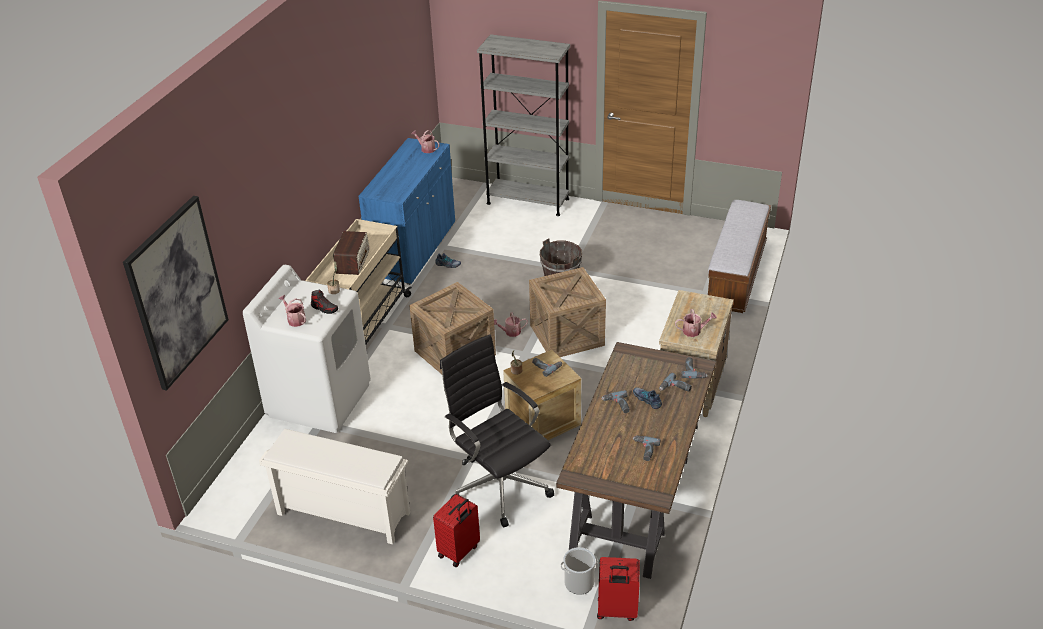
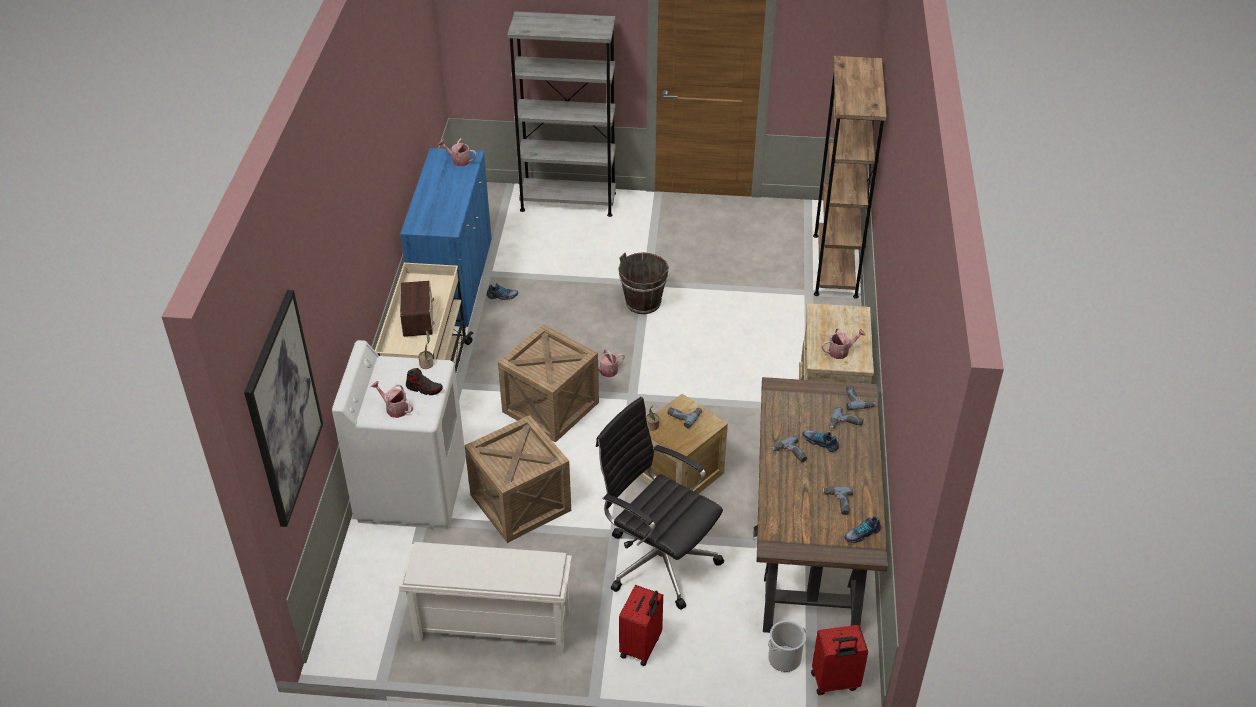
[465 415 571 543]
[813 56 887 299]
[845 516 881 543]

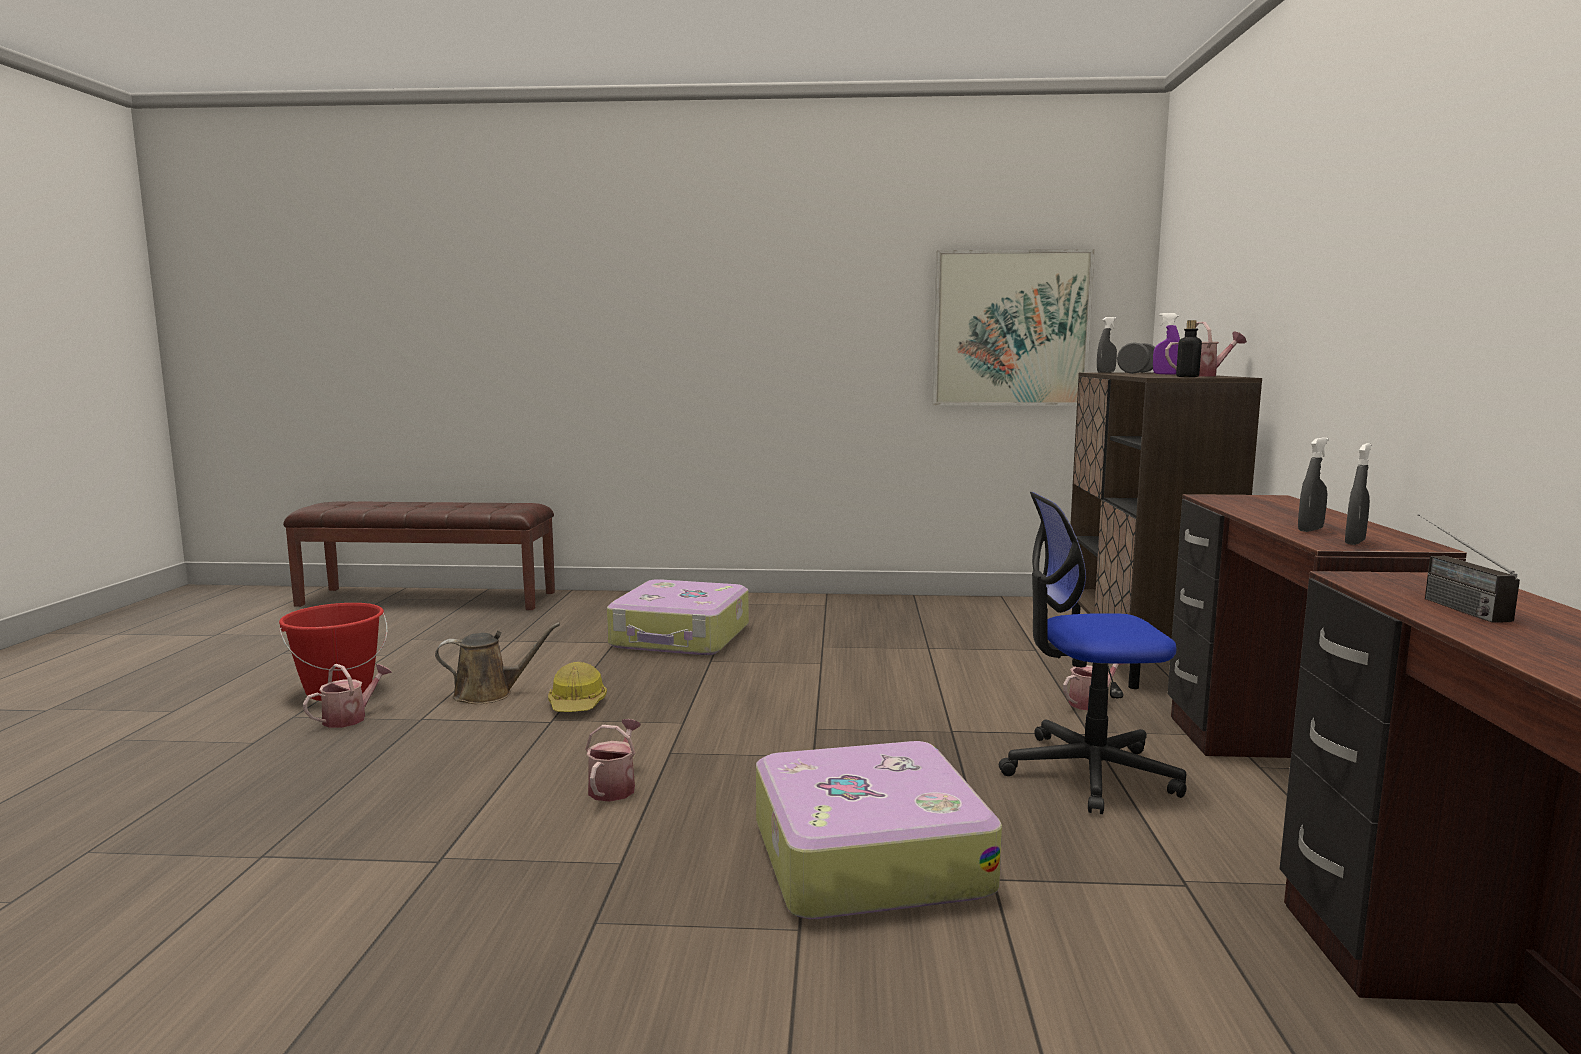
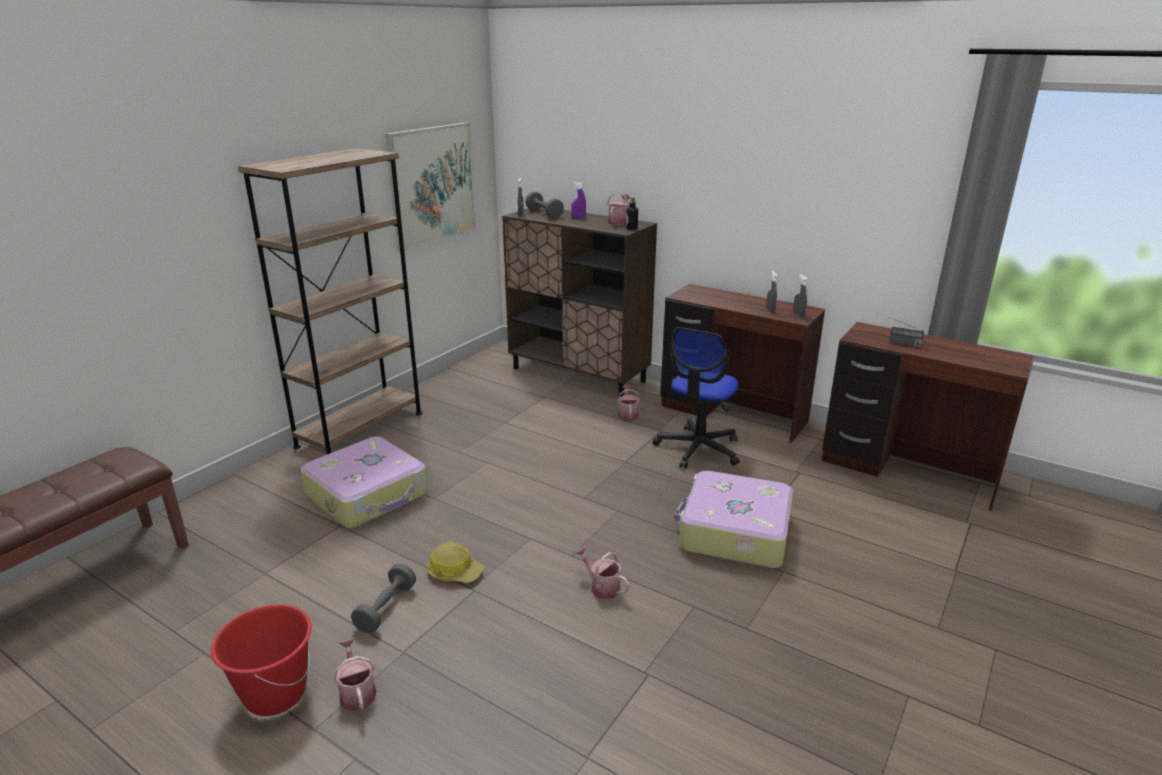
[238 148 422 455]
[351 563 416 633]

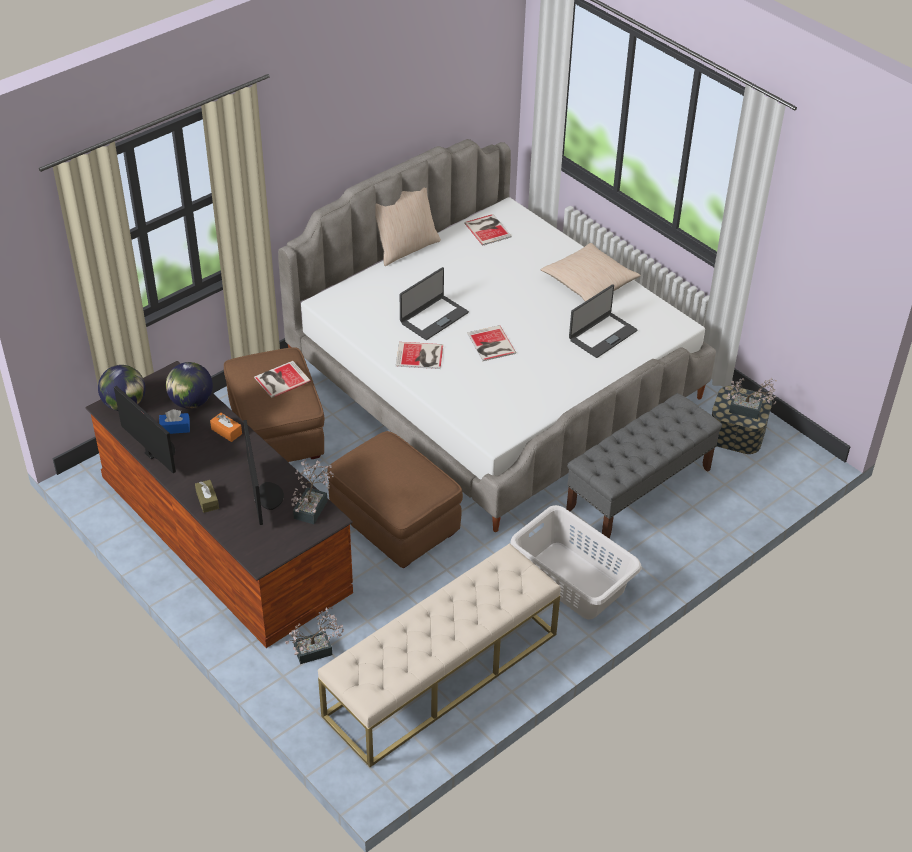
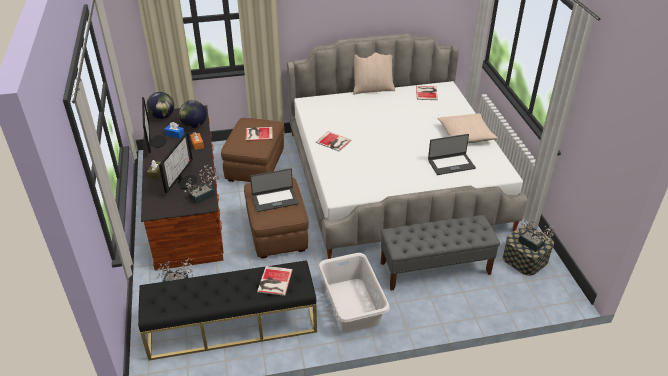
[138 260 317 361]
[250 168 299 212]
[257 266 293 296]

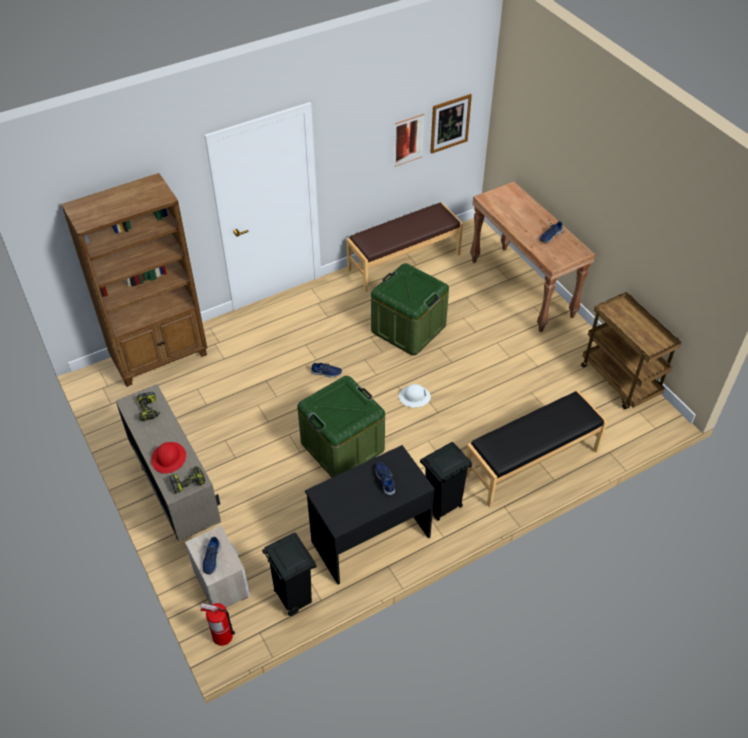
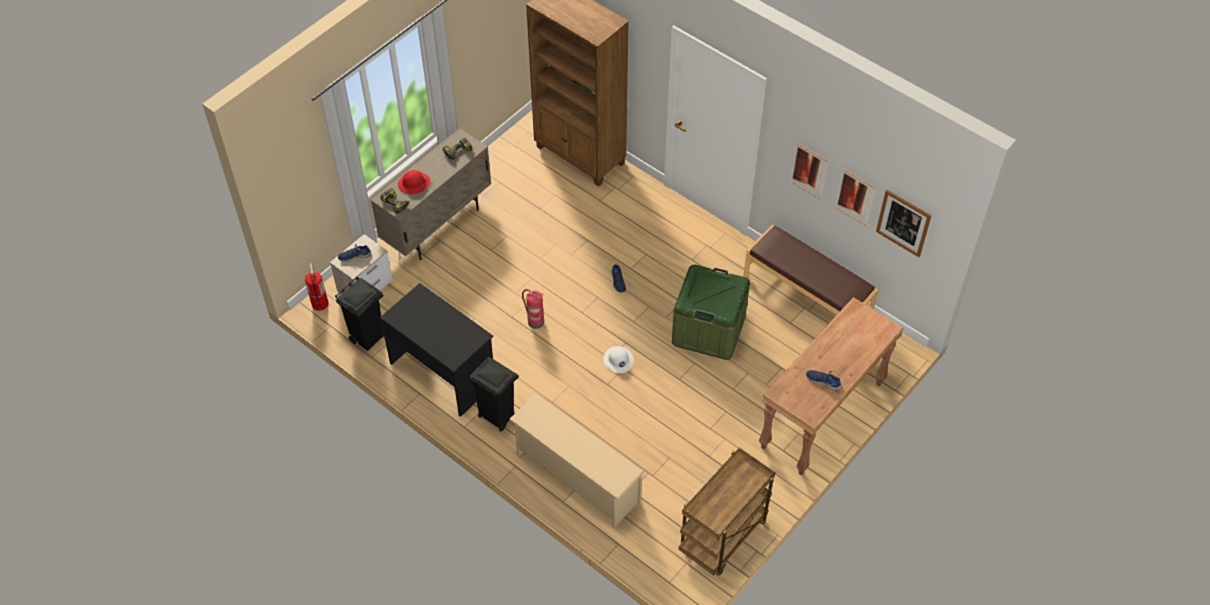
[509 393 645 528]
[522 289 544 329]
[791 143 828 199]
[376 462 395 496] (first image)

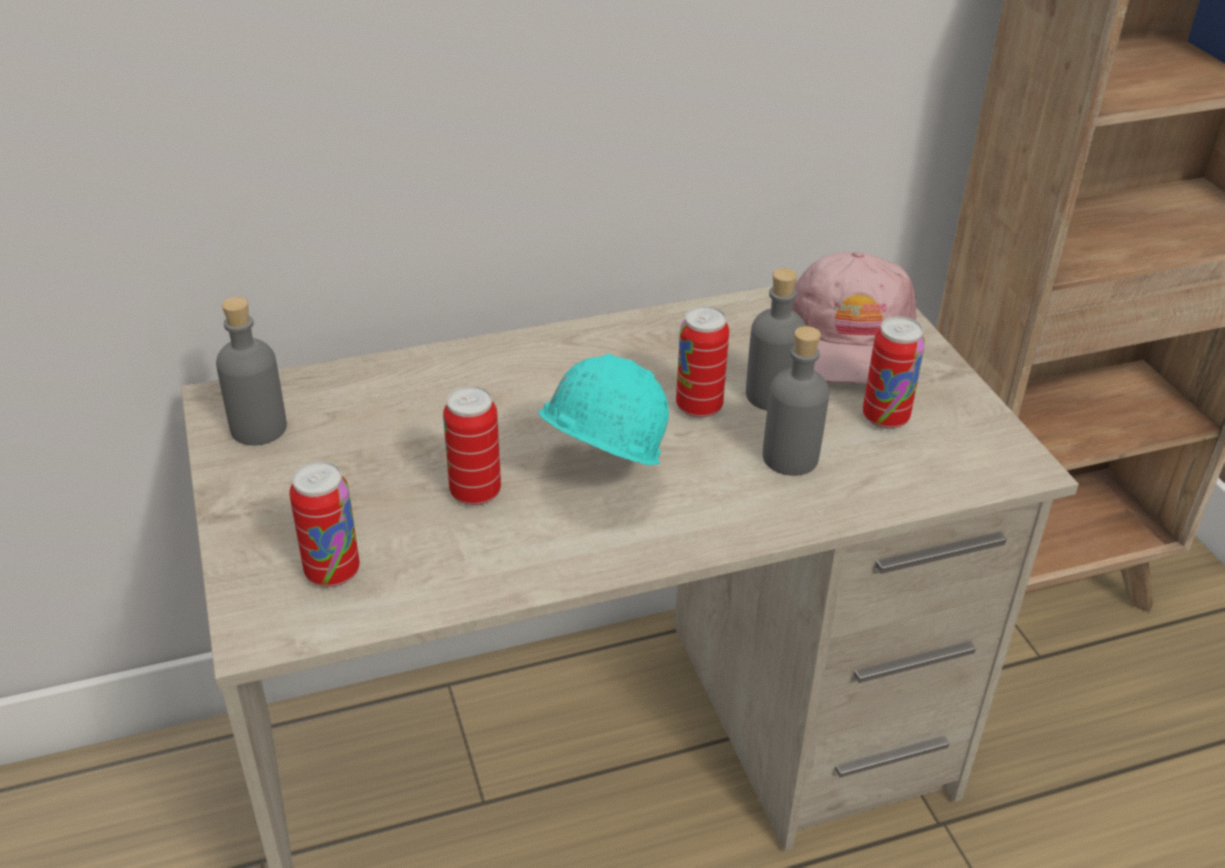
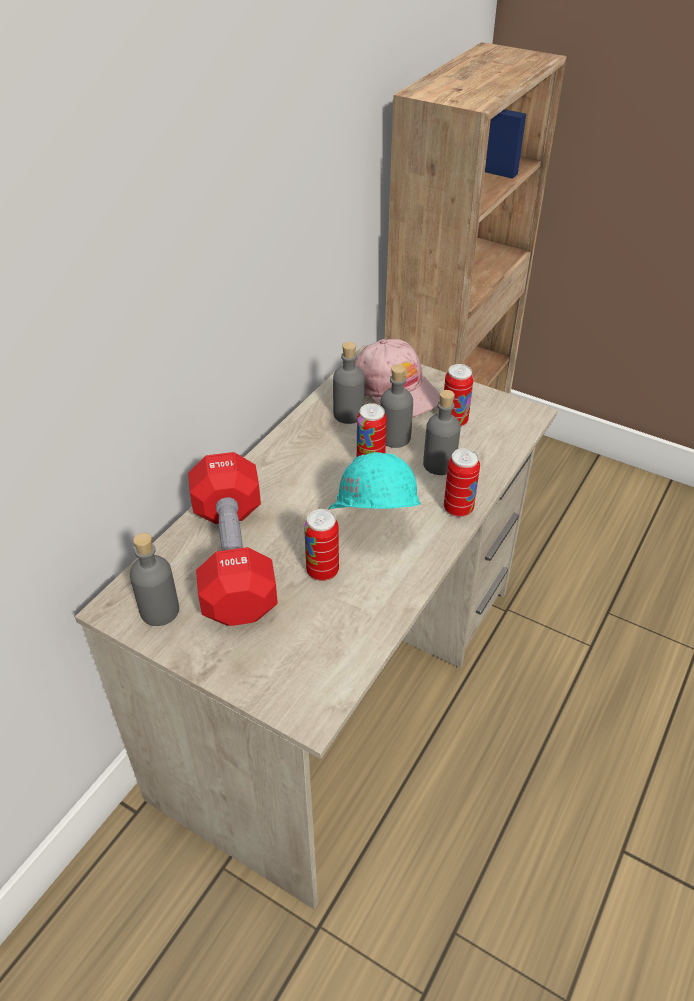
[188 452 278 626]
[333 342 365 424]
[444 448 480 517]

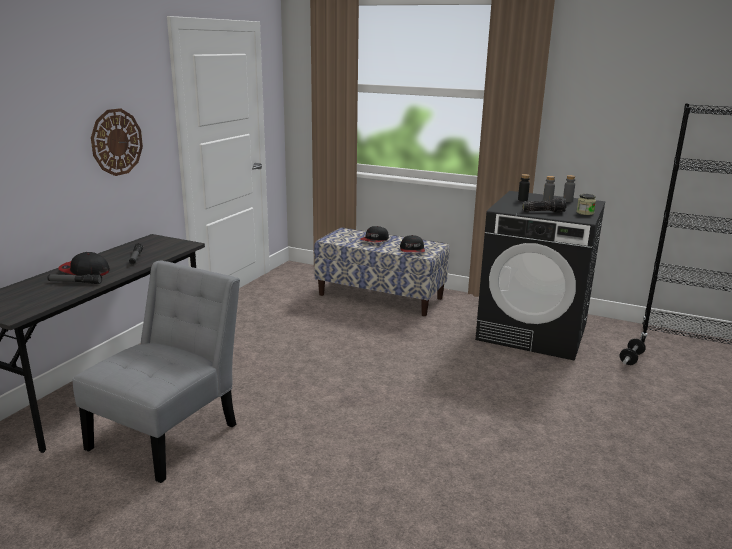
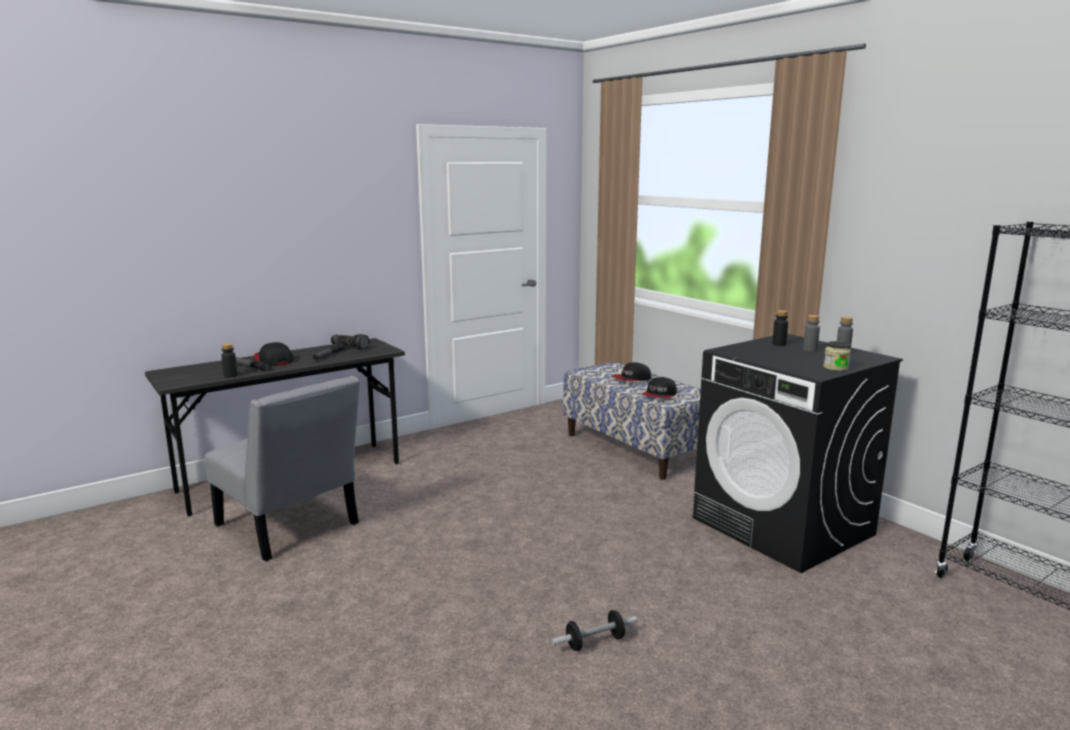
[205 376 360 561]
[222 343 237 378]
[331 334 370 350]
[552 610 637 651]
[91 108 143 176] (first image)

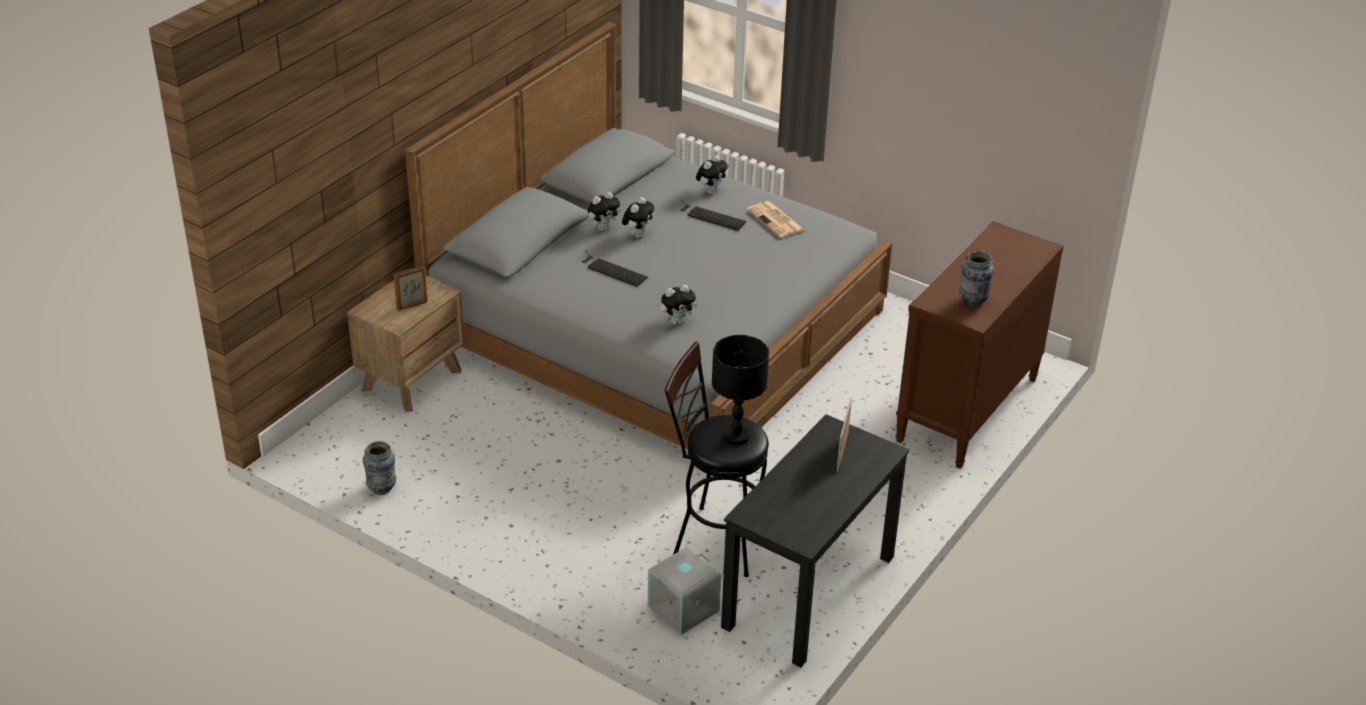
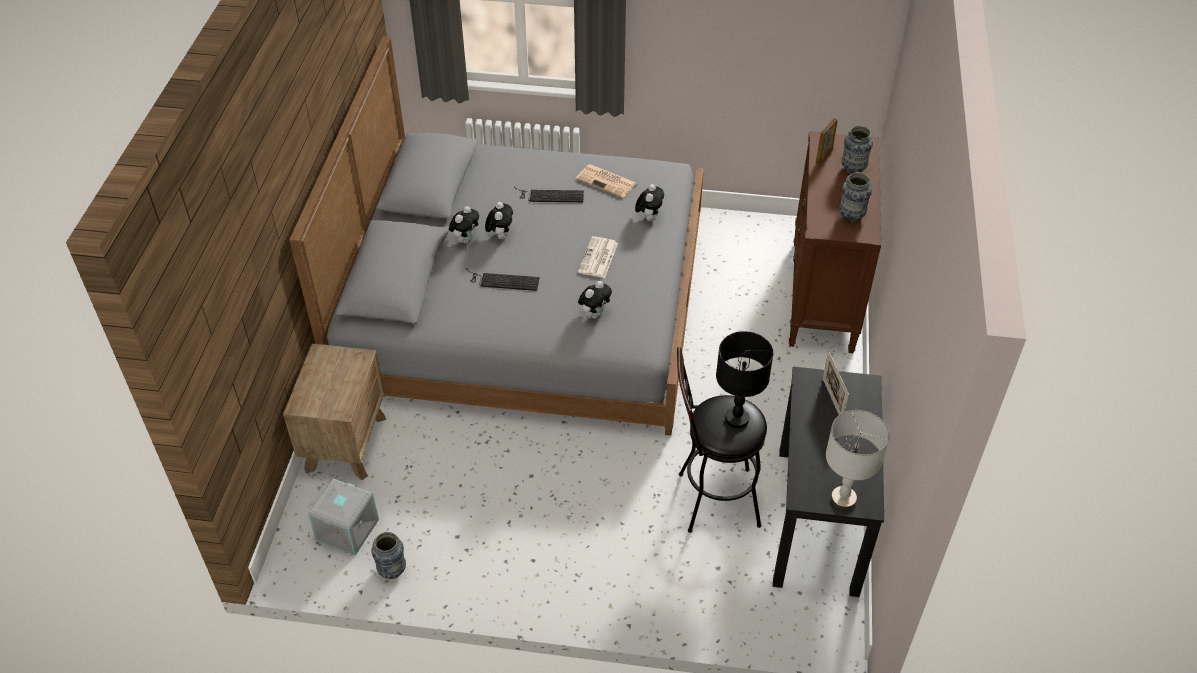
[308 478 379 555]
[578 236 618 278]
[635 184 664 221]
[815 118 838 165]
[826 410 890 510]
[842 126 873 174]

